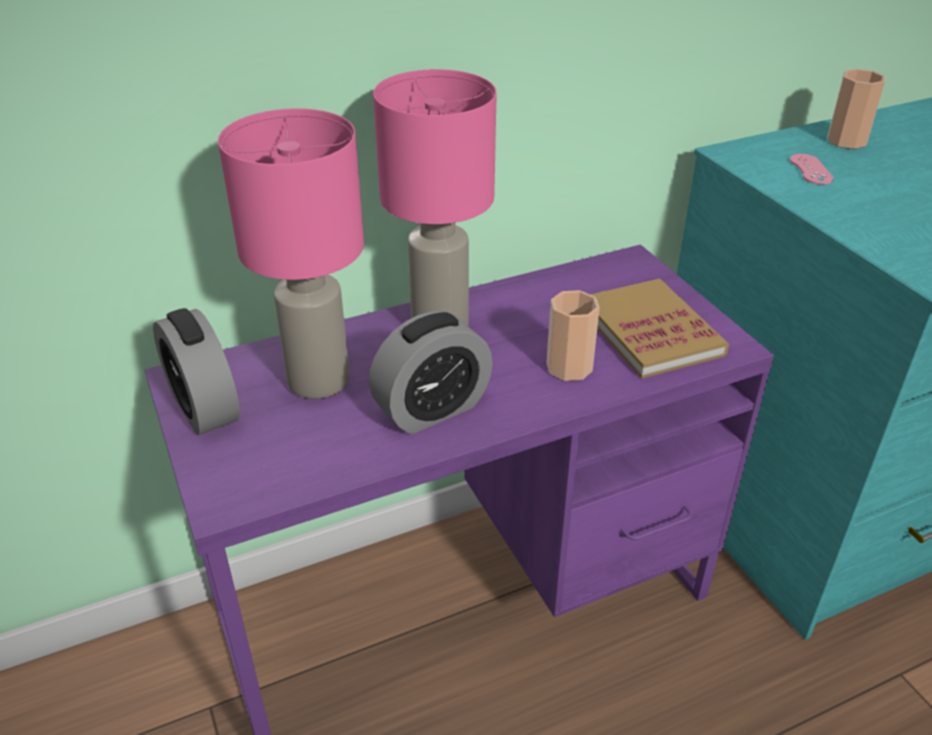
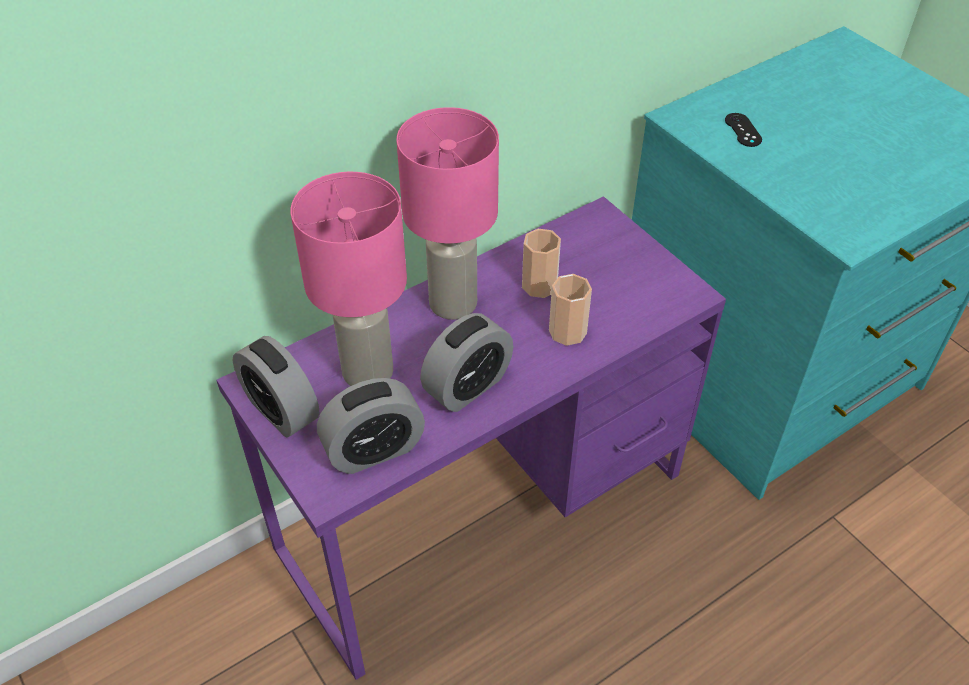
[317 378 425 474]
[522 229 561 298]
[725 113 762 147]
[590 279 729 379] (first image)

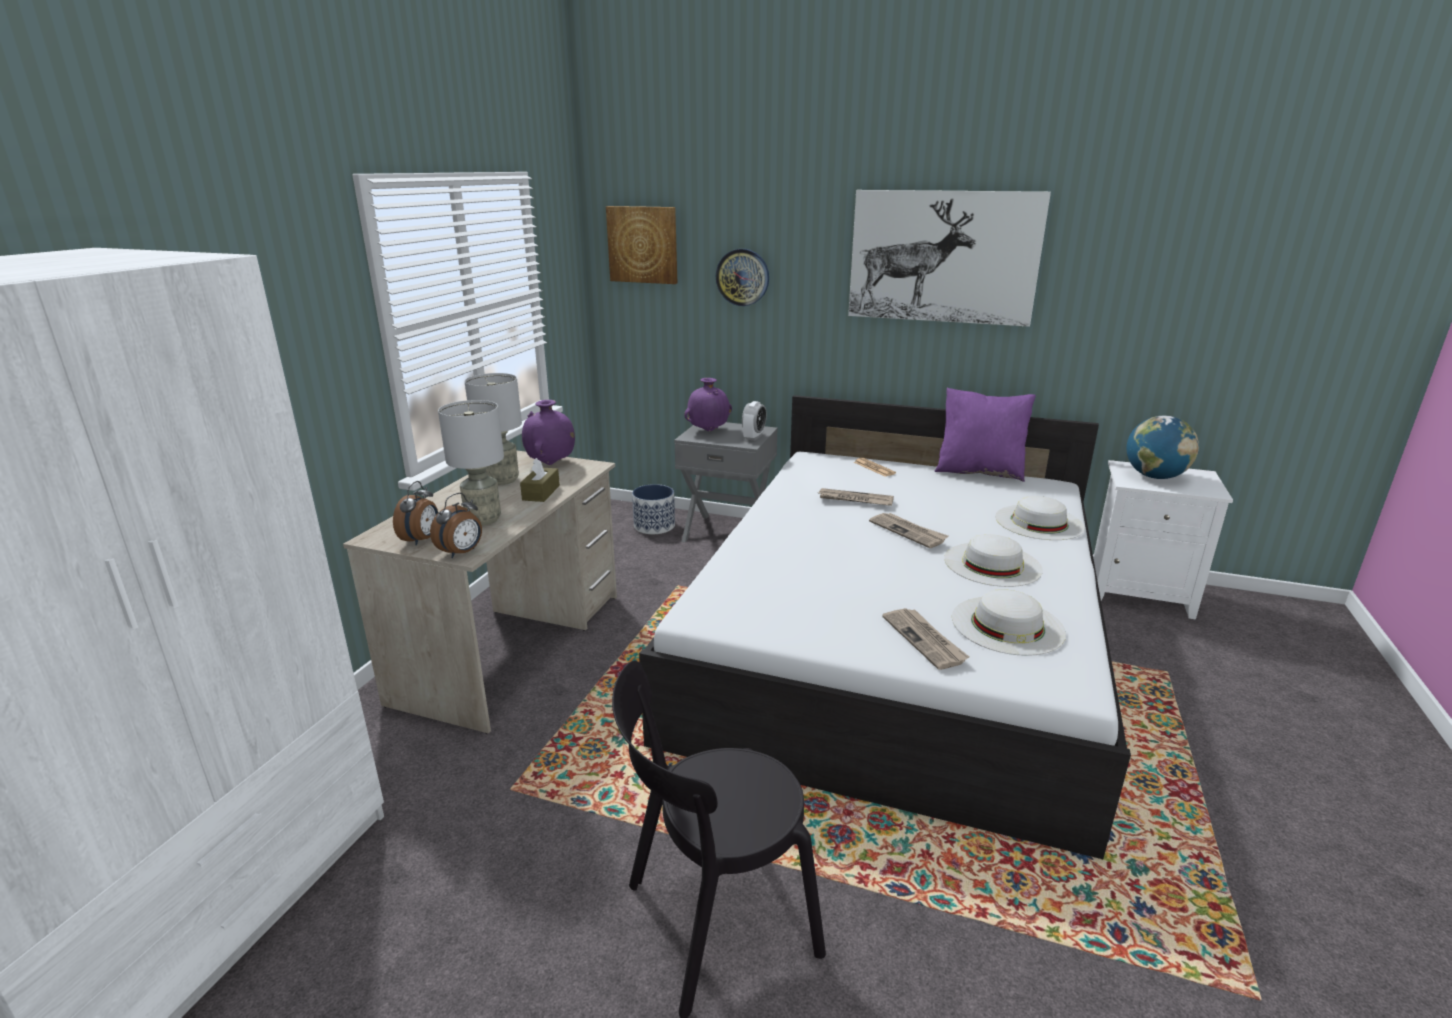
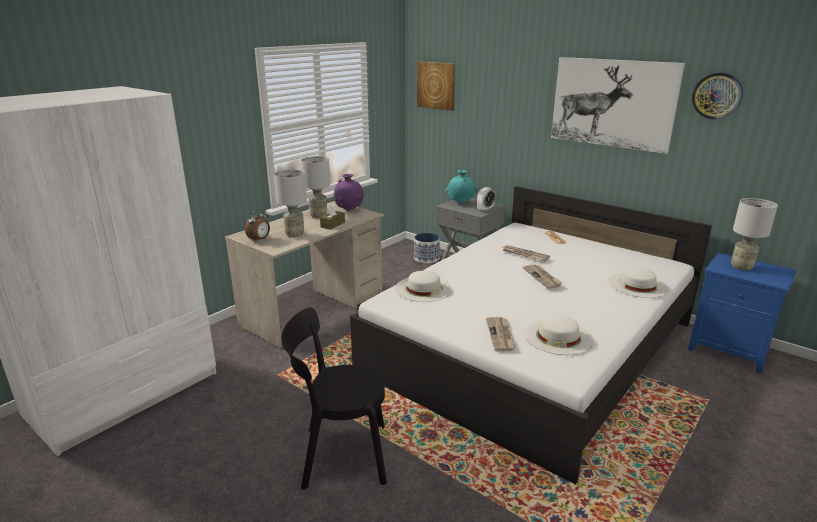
[395 271 453 302]
[445 170 477 204]
[688 253 797 374]
[692 72 743 119]
[731 198 778 271]
[430 493 482 558] (first image)
[934 387 1036 482] (first image)

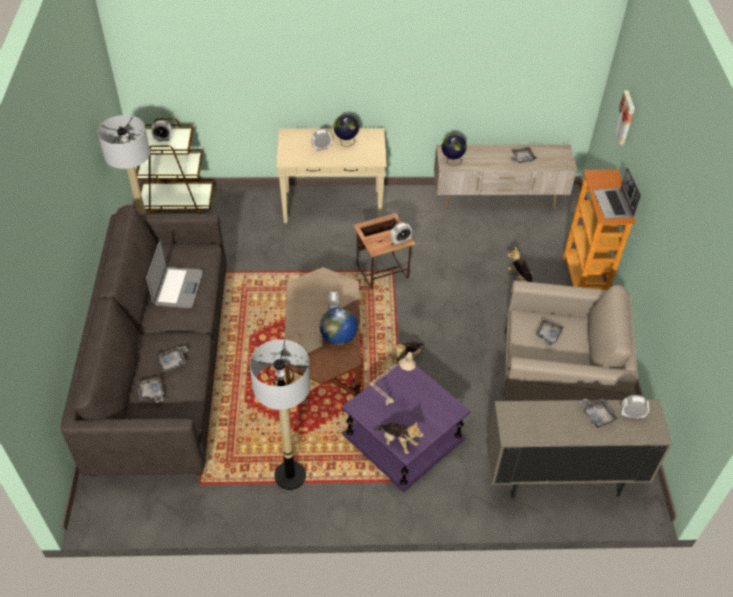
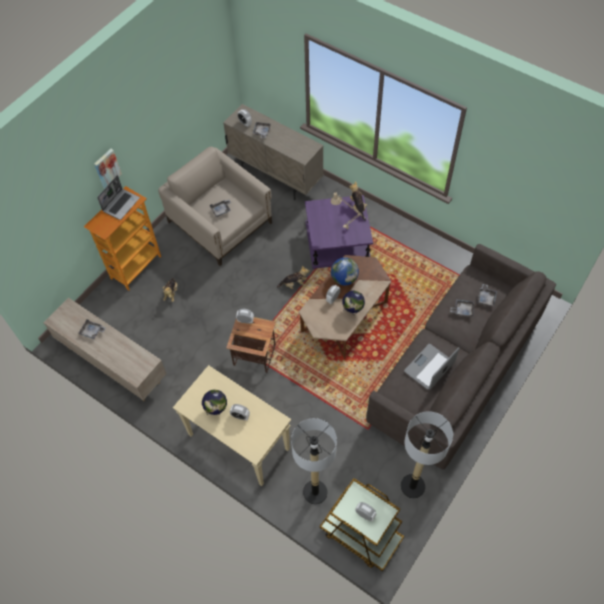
[94 149 122 189]
[291 418 337 505]
[342 291 365 314]

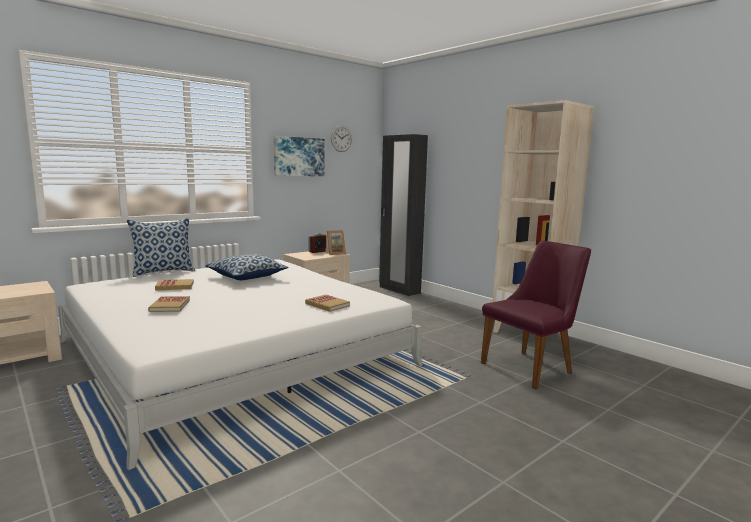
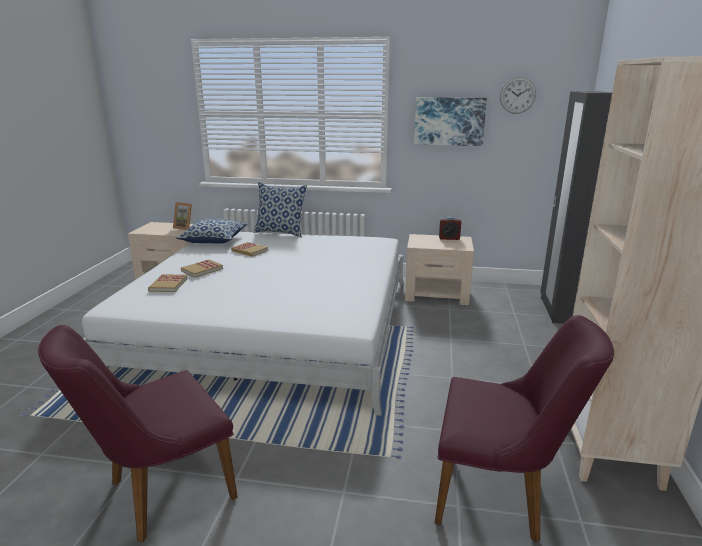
[38 325 238 542]
[148 274 188 292]
[173 202 192 230]
[176 219 247 244]

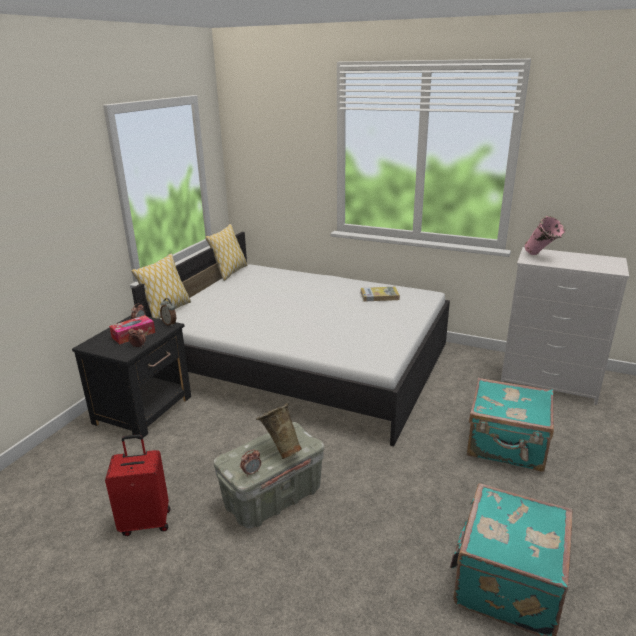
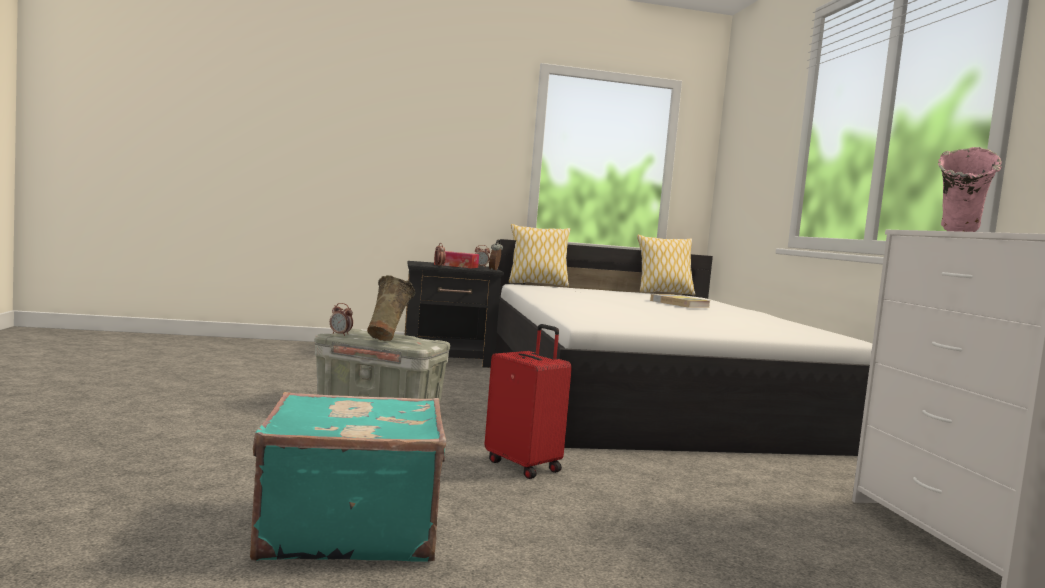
[485 324 572 479]
[650 294 710 308]
[467 378 554 472] (first image)

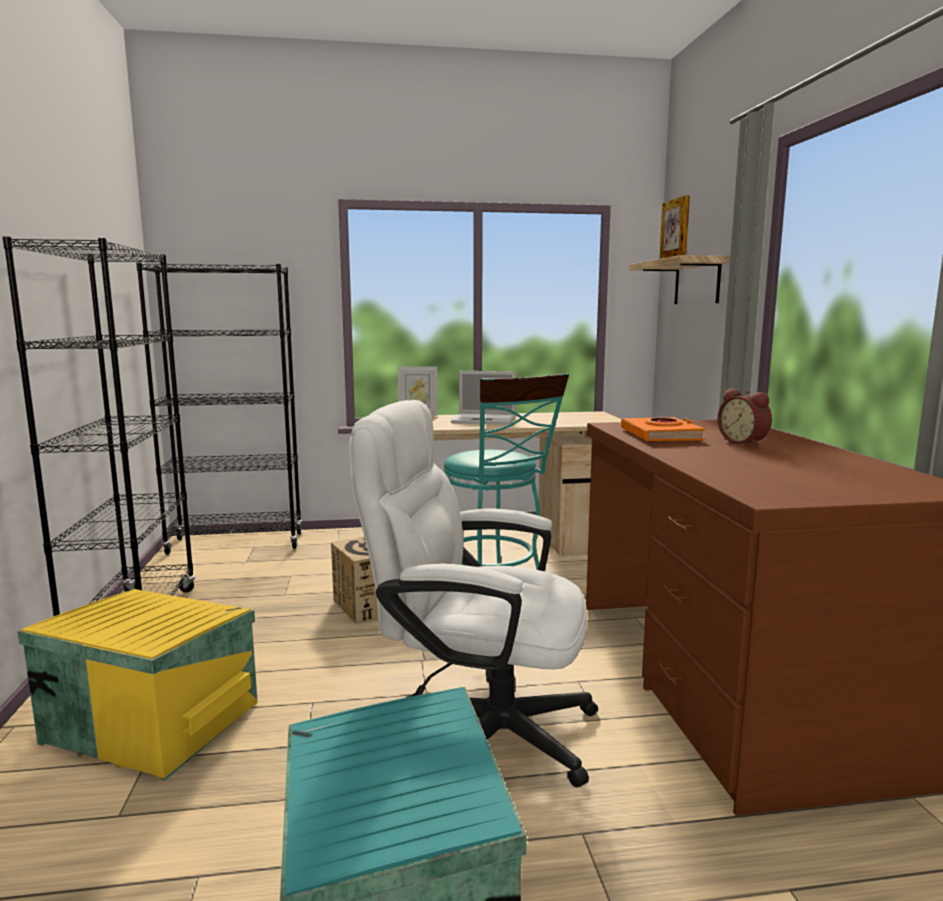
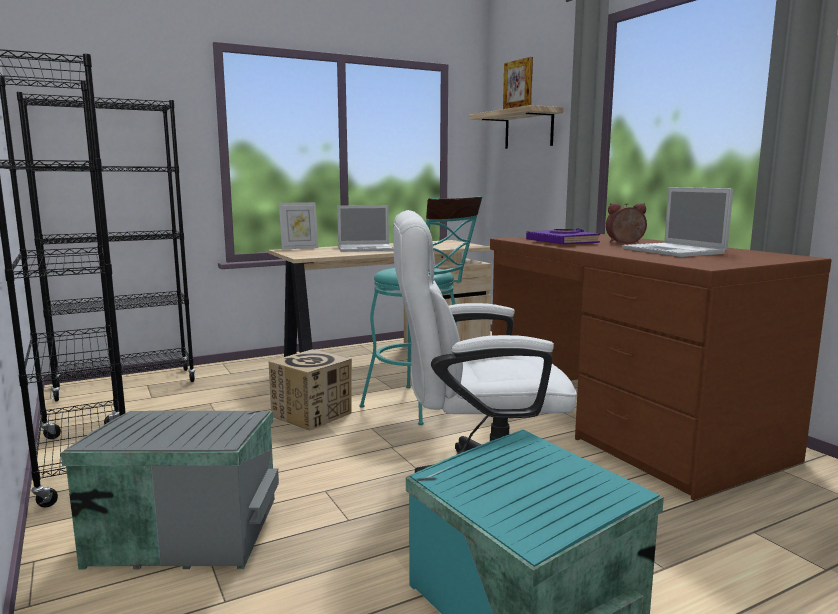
[61 411 279 570]
[526 228 600 245]
[606 203 647 244]
[622 187 733 257]

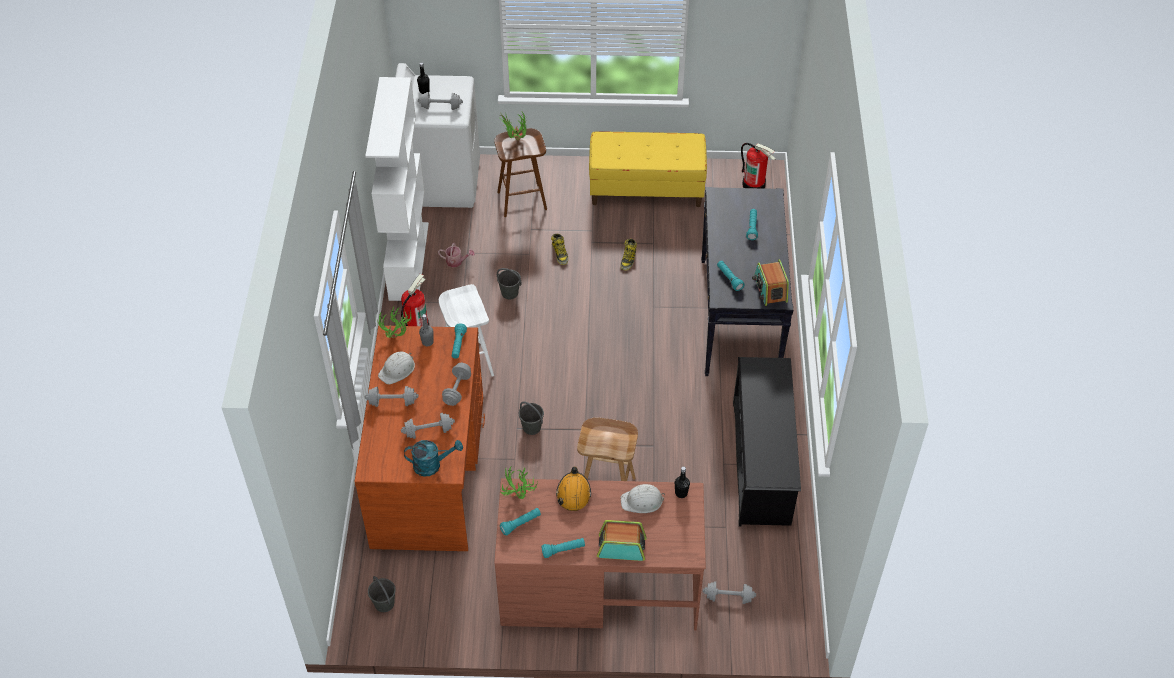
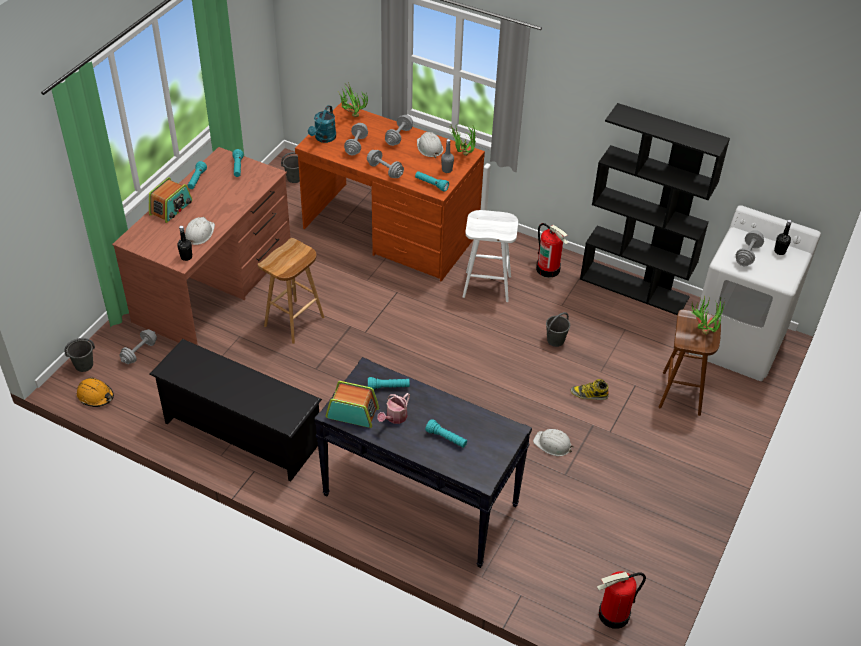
[64 338 95 372]
[77 377 114 407]
[339 82 368 117]
[377 393 410 424]
[533 429 574 456]
[580 103 730 315]
[589 131 707 207] (first image)

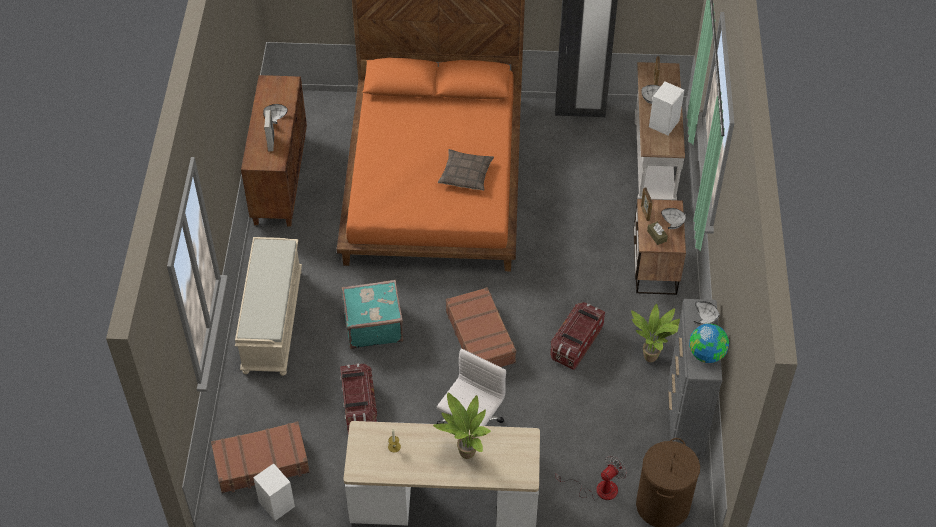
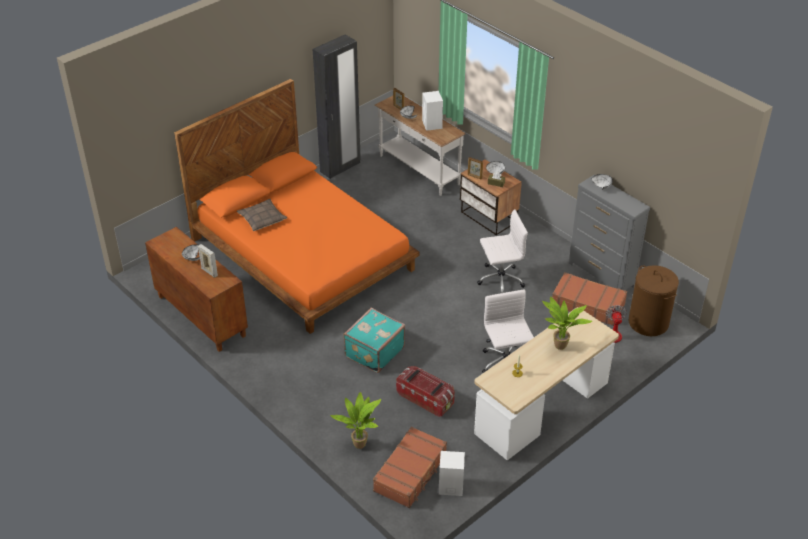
[237 199 287 231]
[330 392 381 449]
[477 209 528 293]
[552 272 627 326]
[235 237 302 376] (first image)
[689 324 729 363] (first image)

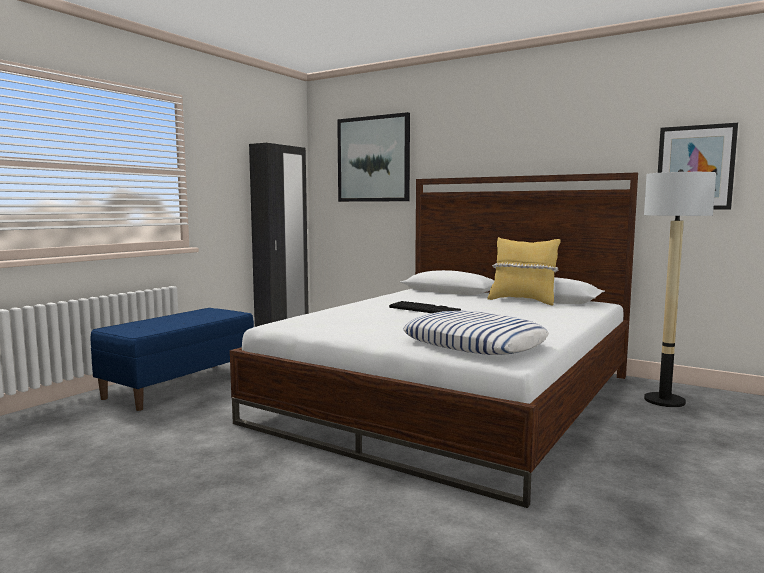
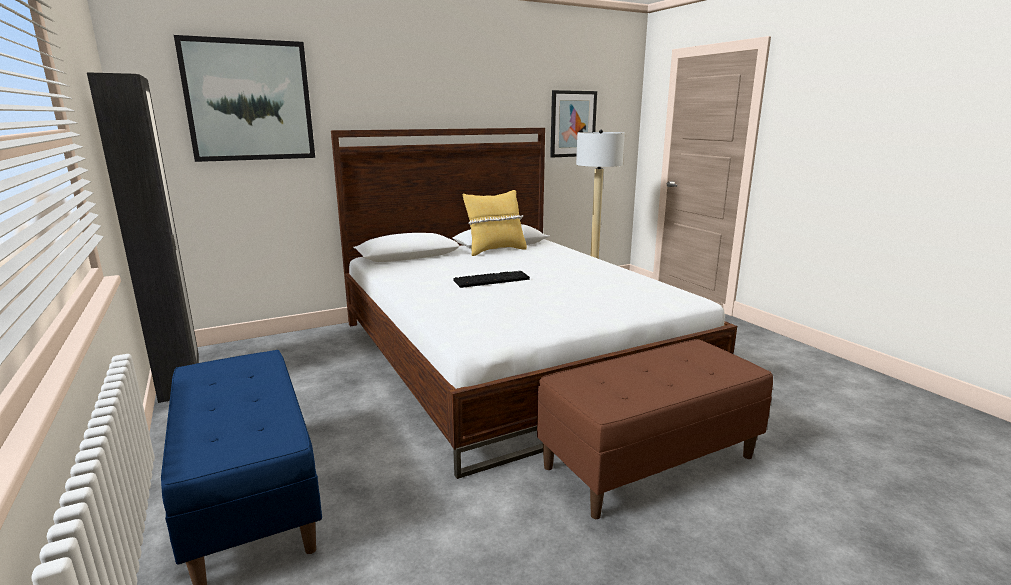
[537 339 773 519]
[403 311 549 355] (first image)

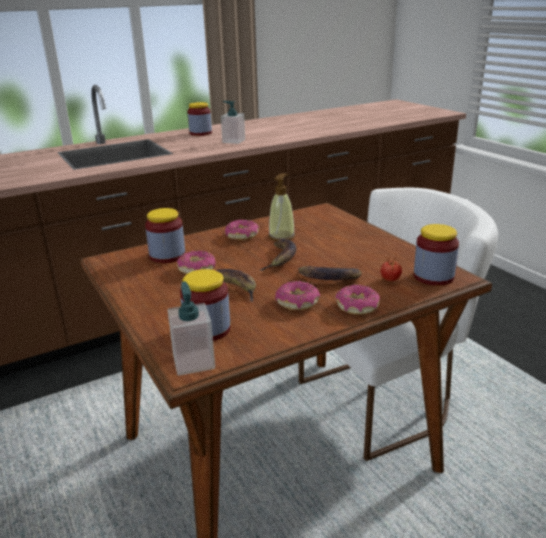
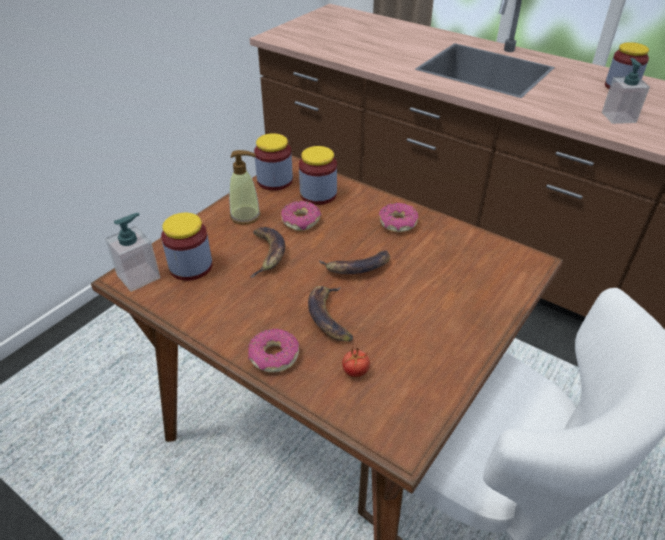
[229 150 261 225]
[254 133 293 191]
[275 281 320 310] (first image)

